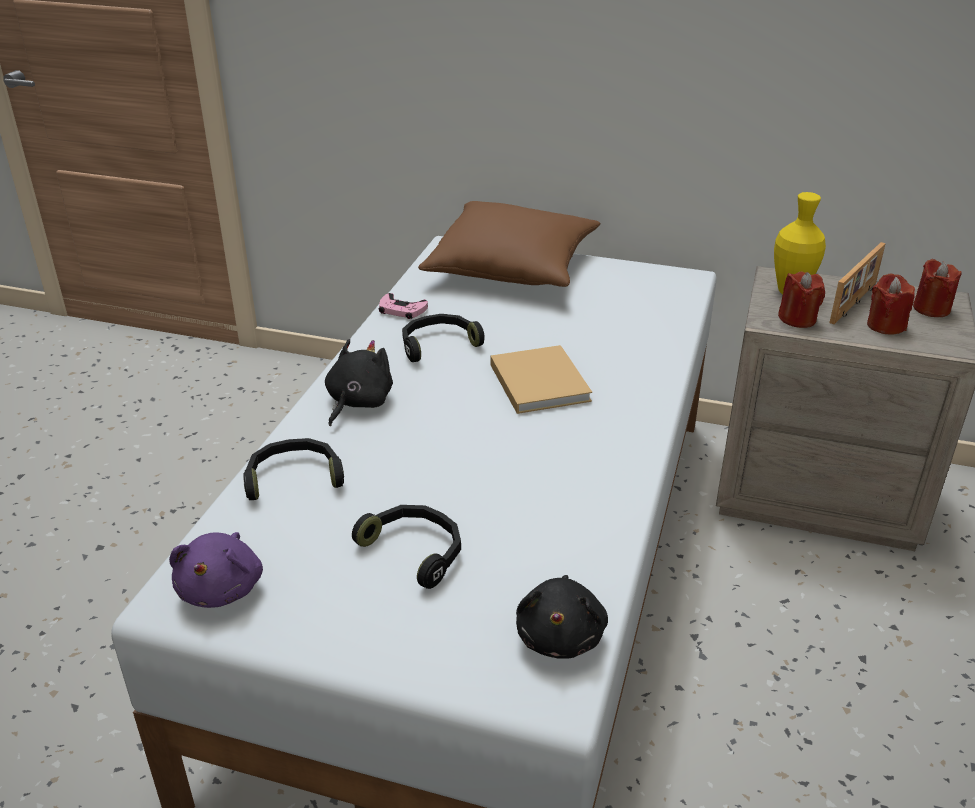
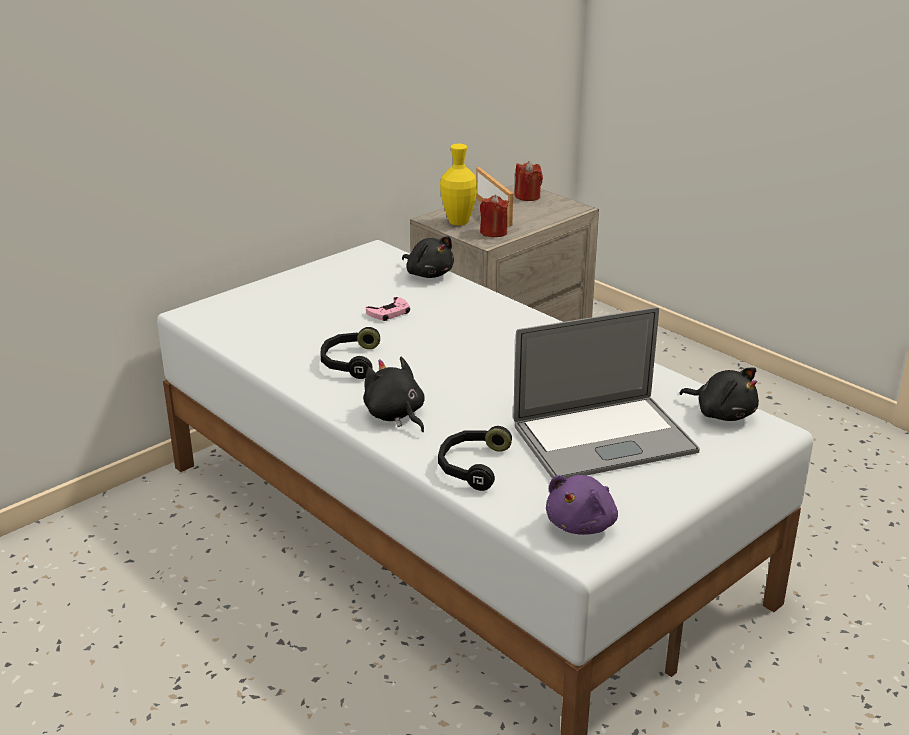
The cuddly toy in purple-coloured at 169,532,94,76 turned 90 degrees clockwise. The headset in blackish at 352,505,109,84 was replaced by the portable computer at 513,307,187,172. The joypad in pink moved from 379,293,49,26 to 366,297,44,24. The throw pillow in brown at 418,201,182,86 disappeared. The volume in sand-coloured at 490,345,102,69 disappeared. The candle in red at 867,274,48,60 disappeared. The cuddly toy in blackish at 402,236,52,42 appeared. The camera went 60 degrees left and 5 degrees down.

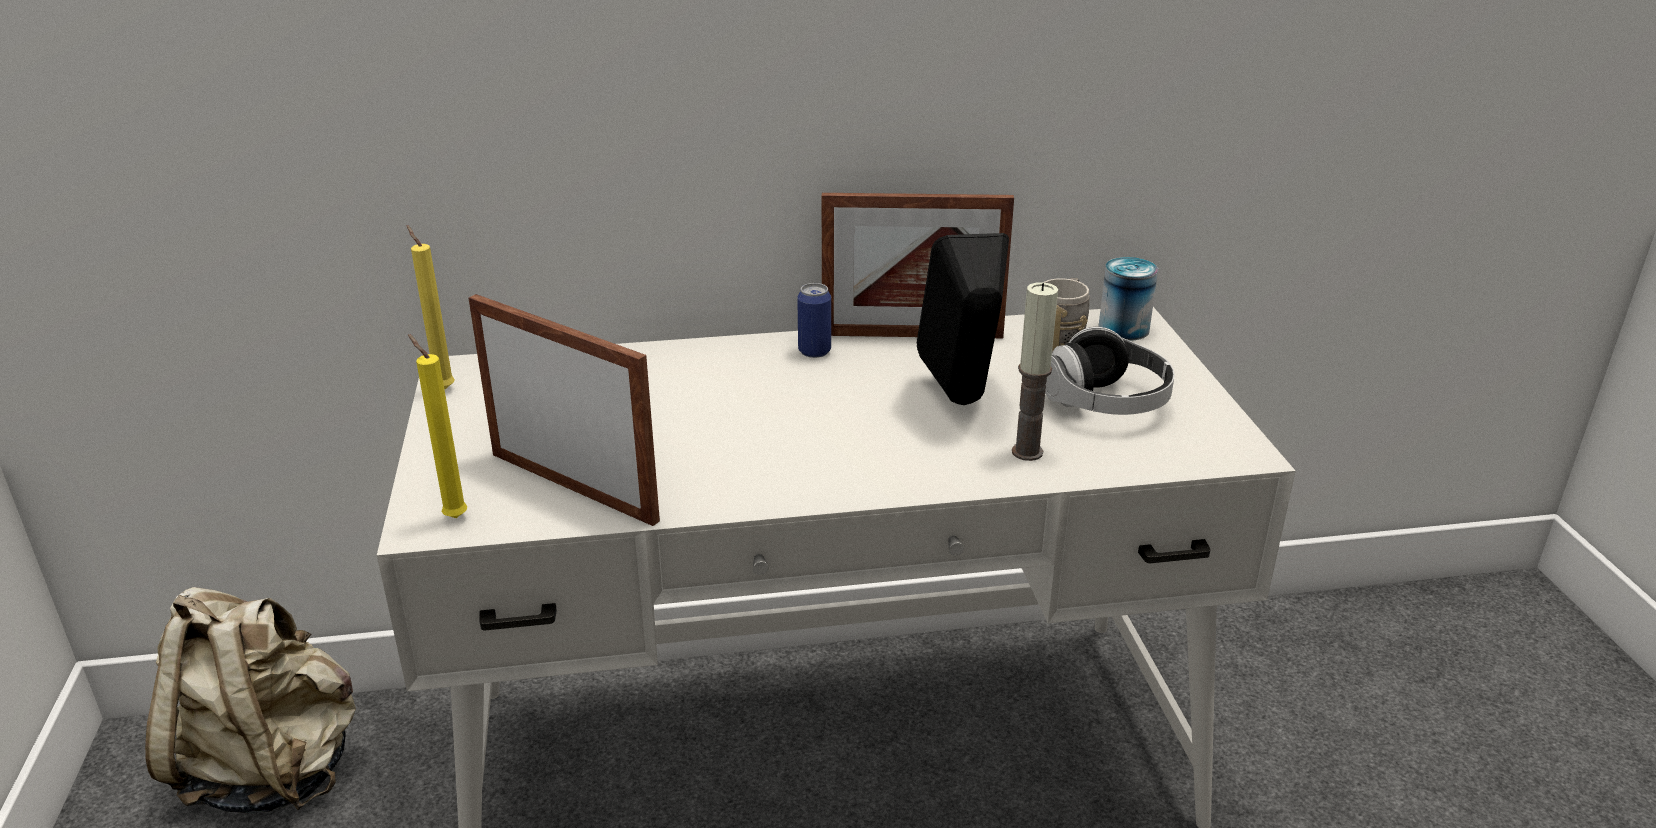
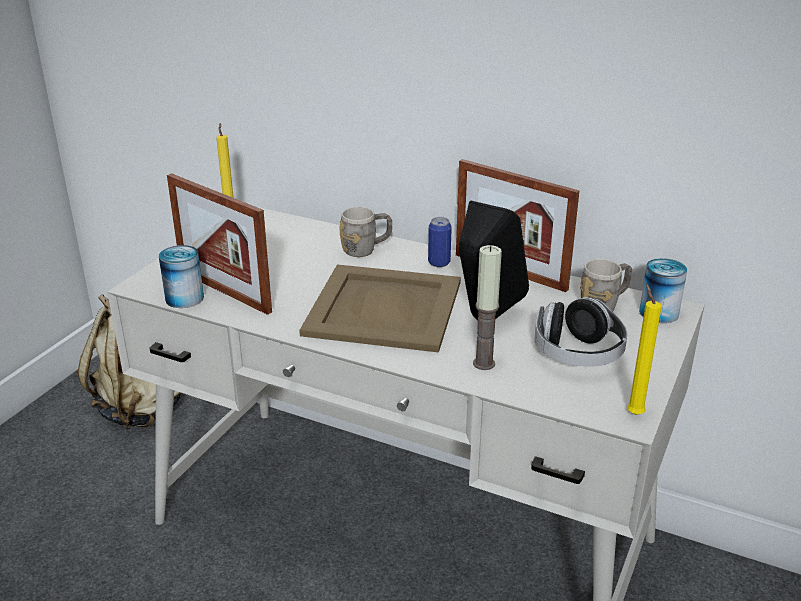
The candle in yellowish moved from 408,334,59,184 to 627,284,35,131. The photo frame at 468,294,192,232 turned 150 degrees clockwise. The metal can at 159,245,45,63 appeared. The carrying tray in sand-coloured at 299,264,162,89 appeared. The coffee mug in gray at 340,207,52,50 appeared. The camera went 35 degrees right and 0 degrees up.

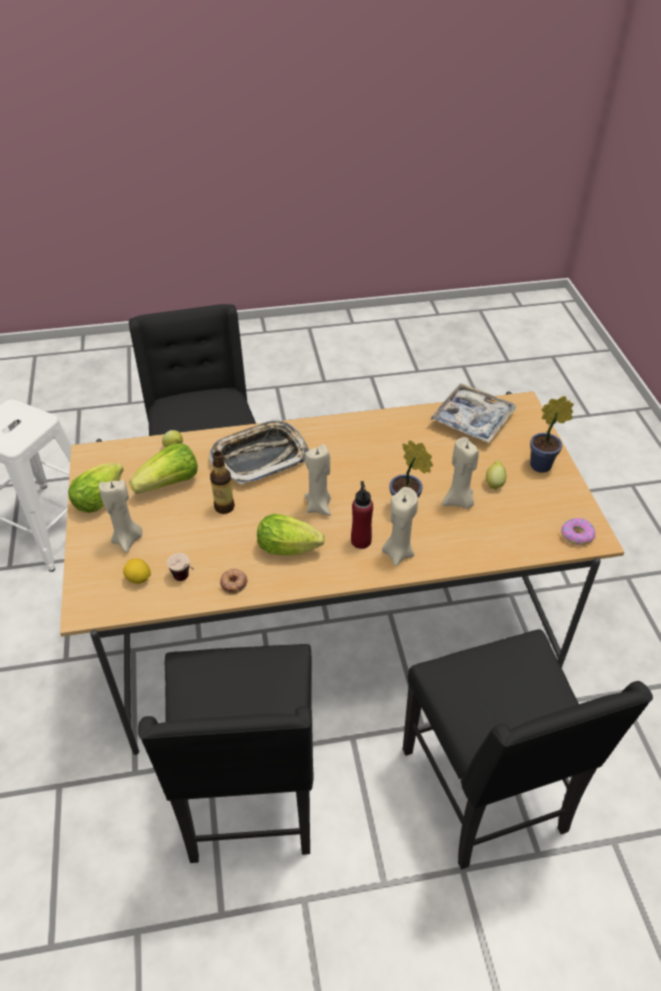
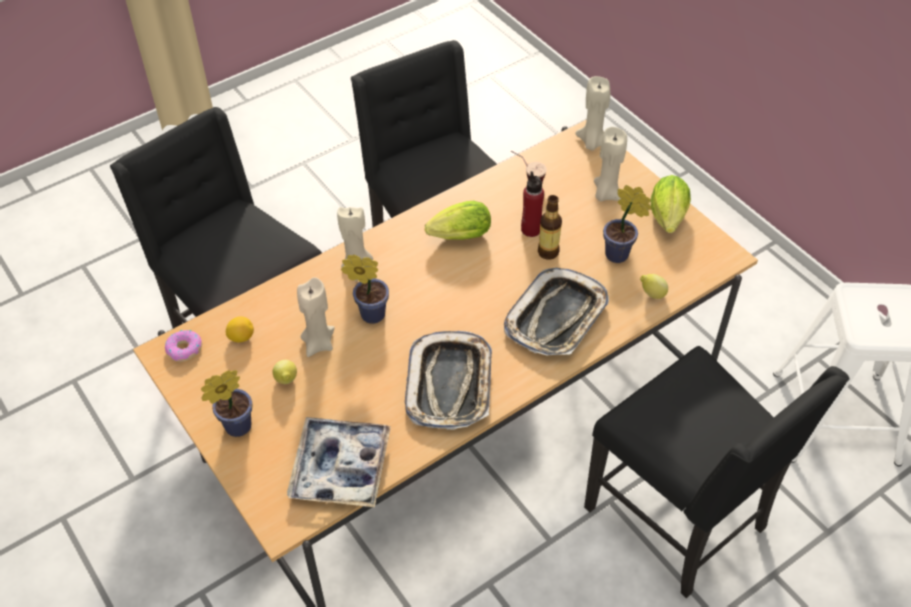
The whole lemon moved from 123,558,28,26 to 226,316,28,26. The head of lettuce at 129,443,69,51 was replaced by the plant in a pot at 603,185,48,78. The donut at 220,569,28,25 disappeared. The candle in sand-coloured moved from 304,444,27,72 to 575,76,35,74. The beverage bottle in red moved from 351,481,22,68 to 521,171,23,66. The carrying tray at 405,331,87,99 appeared. The camera went 155 degrees right and 5 degrees up.

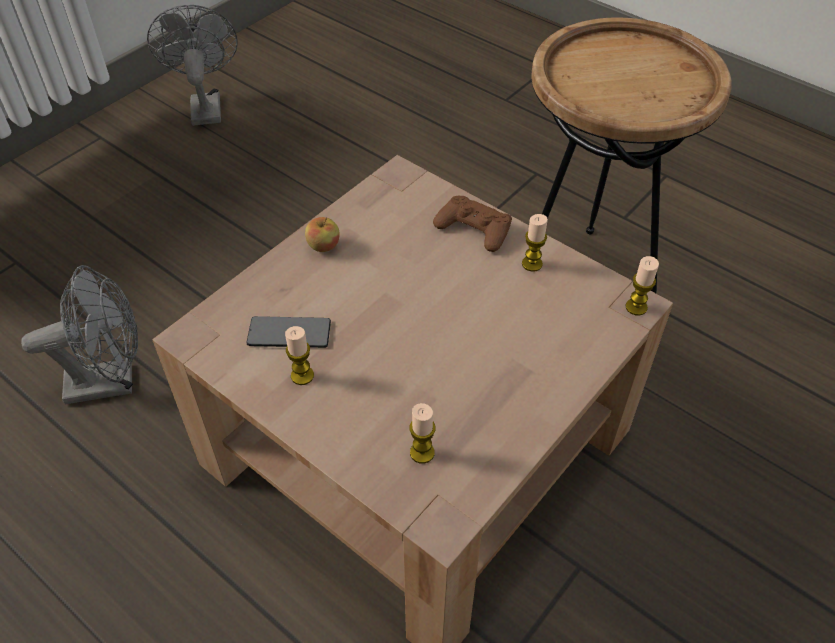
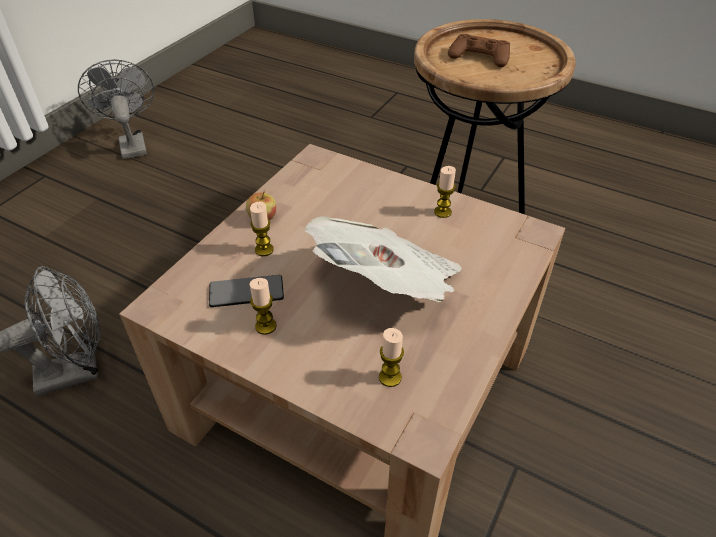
The joypad in brown moved from 433,196,79,56 to 448,34,62,33. The candle moved from 625,256,34,60 to 250,201,24,55. The newspaper at 305,216,157,86 appeared. The camera went 10 degrees left and 5 degrees down.

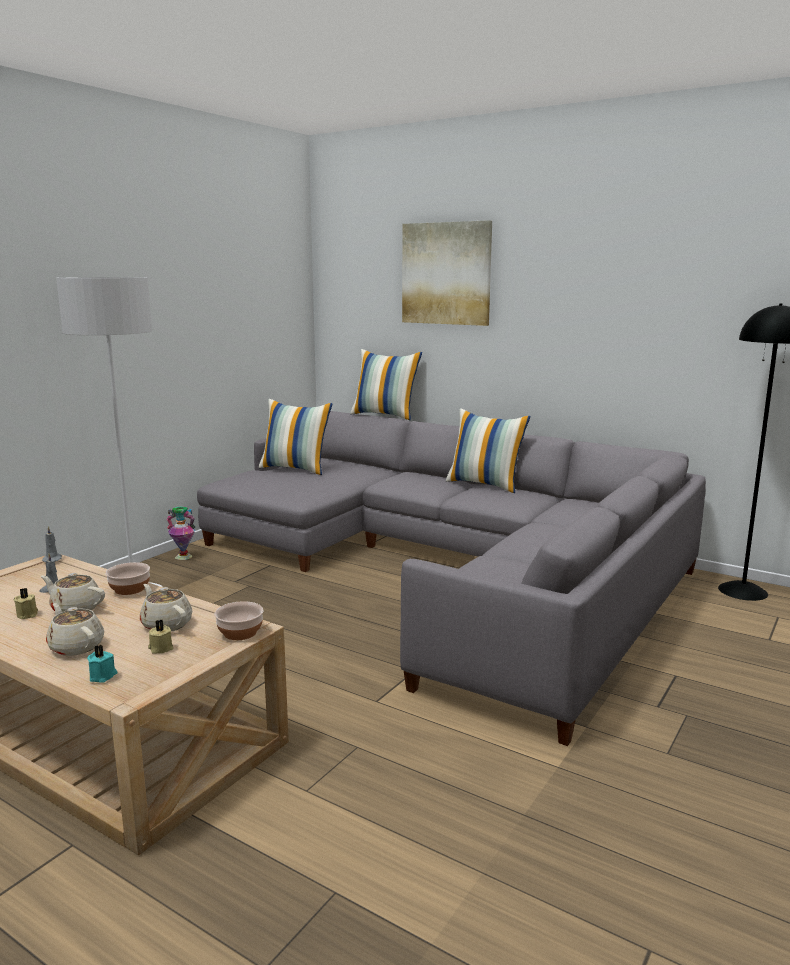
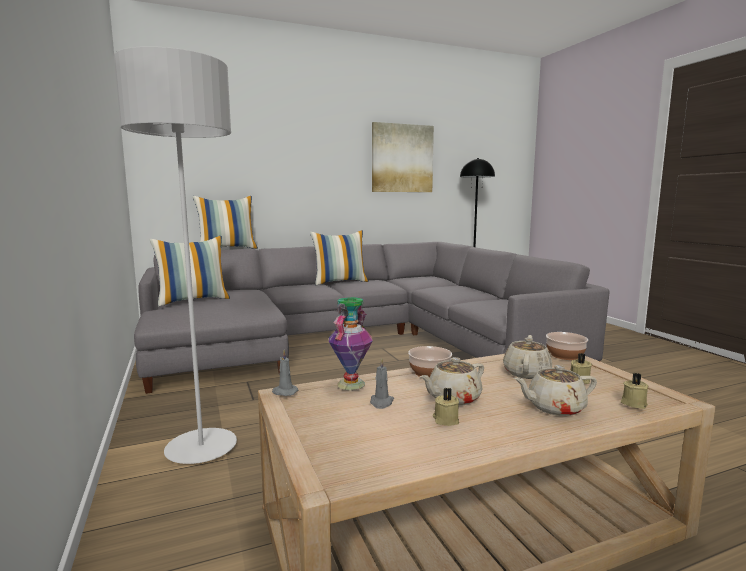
The candle in turquoise at 87,645,30,38 became the candle in sand-coloured at 621,373,27,36. The pot for tea in sand-coloured at 140,584,52,47 turned 120 degrees clockwise. The vase moved from 166,506,29,54 to 329,297,44,93. The wall picture moved from 402,220,90,106 to 372,122,62,70. The camera went 55 degrees left and 5 degrees down.

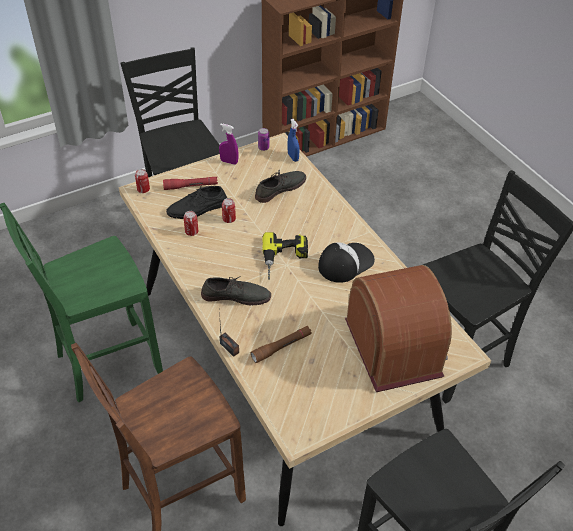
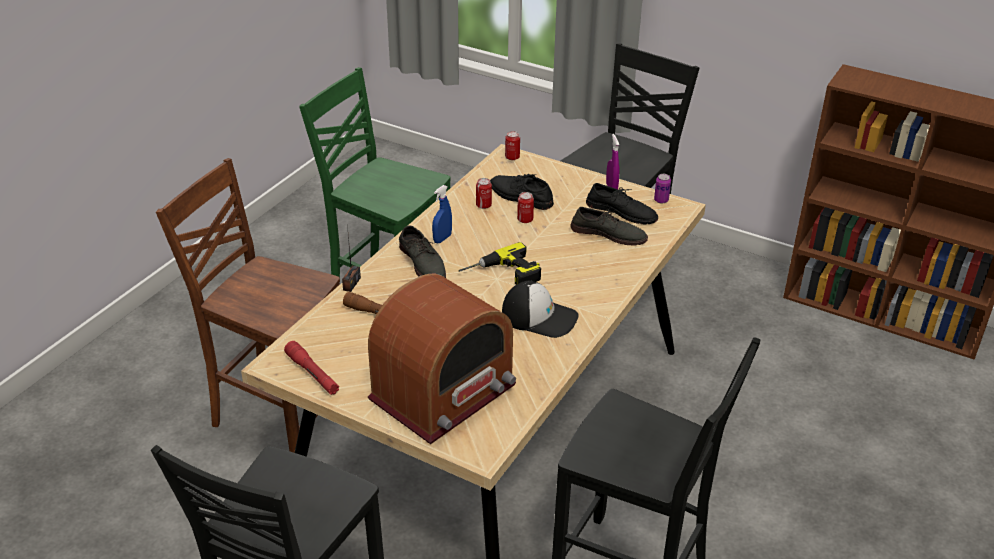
The flashlight in red moved from 163,177,55,13 to 284,341,55,54. The sprayer in bluish moved from 288,119,12,43 to 432,185,20,58. The low shoe in blackish at 586,183,72,41 appeared. The camera went 60 degrees right and 10 degrees down.

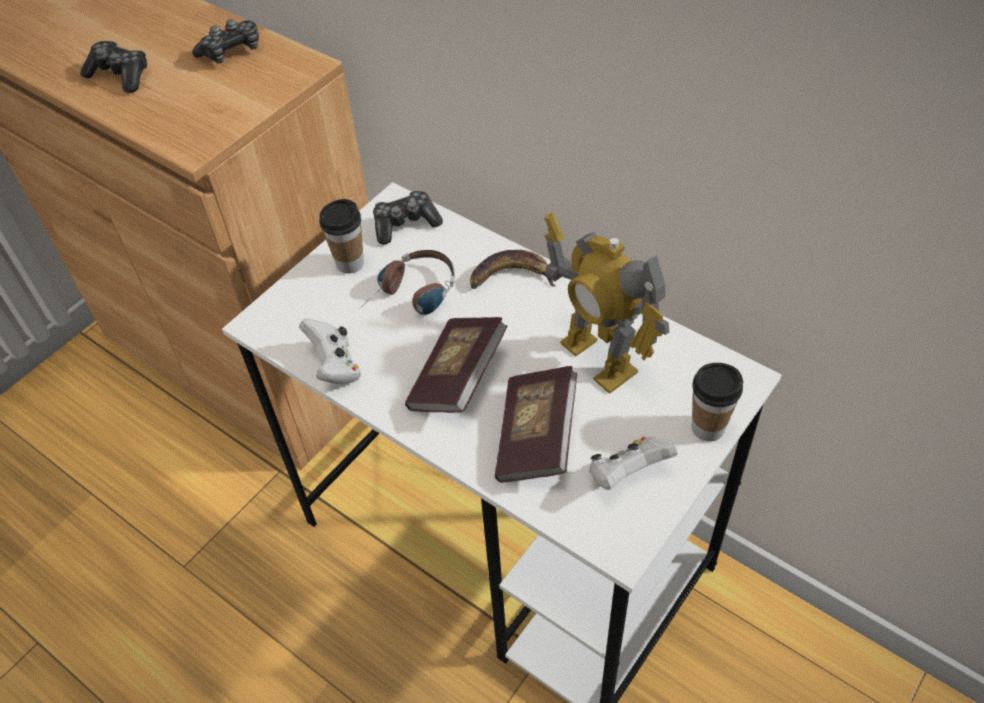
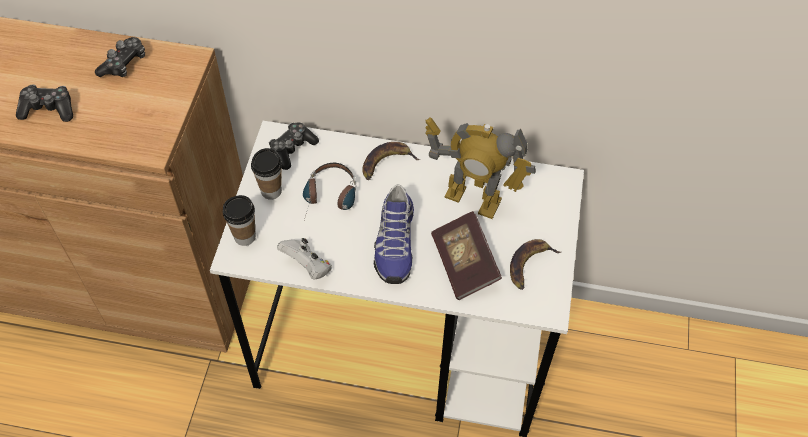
The volume at 405,317,103,96 was replaced by the low shoe at 374,184,40,100. The joypad in whitish at 589,437,89,53 was replaced by the whole banana at 510,239,51,51. The small cup moved from 692,363,51,79 to 223,195,33,51. The camera went 30 degrees left and 5 degrees up.

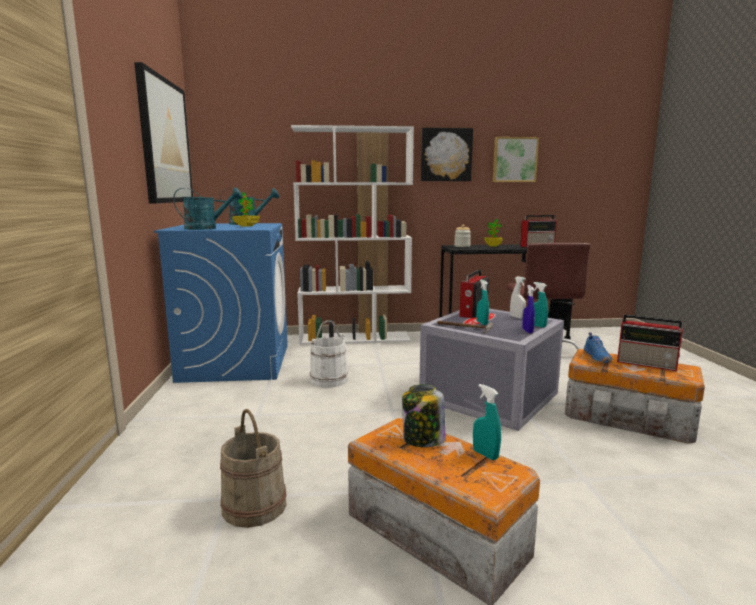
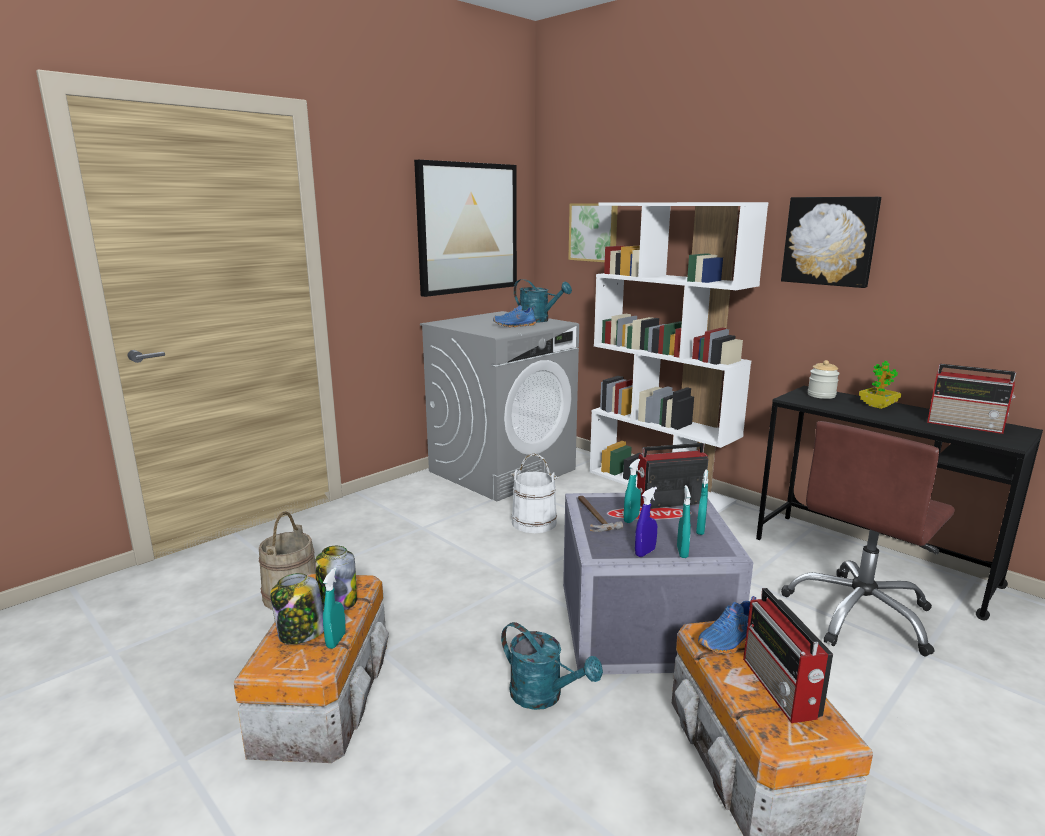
The washing machine in bluish at 154,223,134,160 became the washing machine in gray at 420,311,159,191. The watering pot in turquoise moved from 173,187,70,43 to 501,622,102,88. The plant in a pot at 232,192,28,35 was replaced by the low shoe in bluish at 493,305,43,22. The wall picture moved from 493,137,46,45 to 568,203,50,60. The sprayer in whitish at 510,276,16,43 became the sprayer in turquoise at 696,470,12,65. The preserve jar at 270,573,54,71 appeared. The camera went 50 degrees right and 5 degrees up.

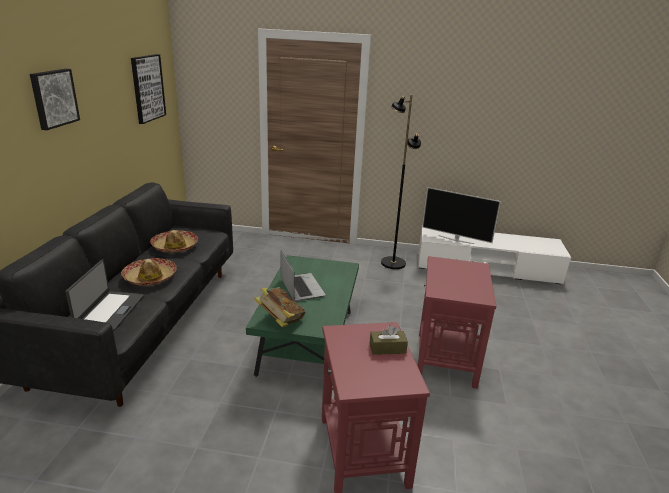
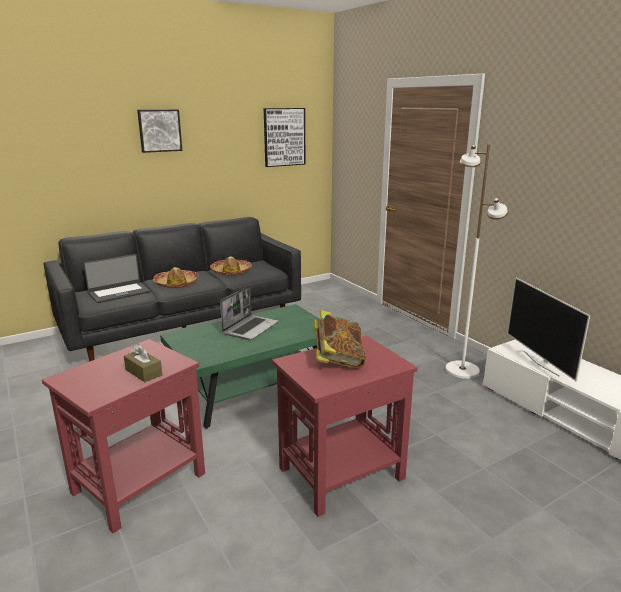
The volume moved from 254,287,52,40 to 313,310,53,59. The standing lamp in blackish at 381,95,40,174 became the standing lamp in whitish at 445,144,63,235. The camera went 50 degrees right and 5 degrees down.

